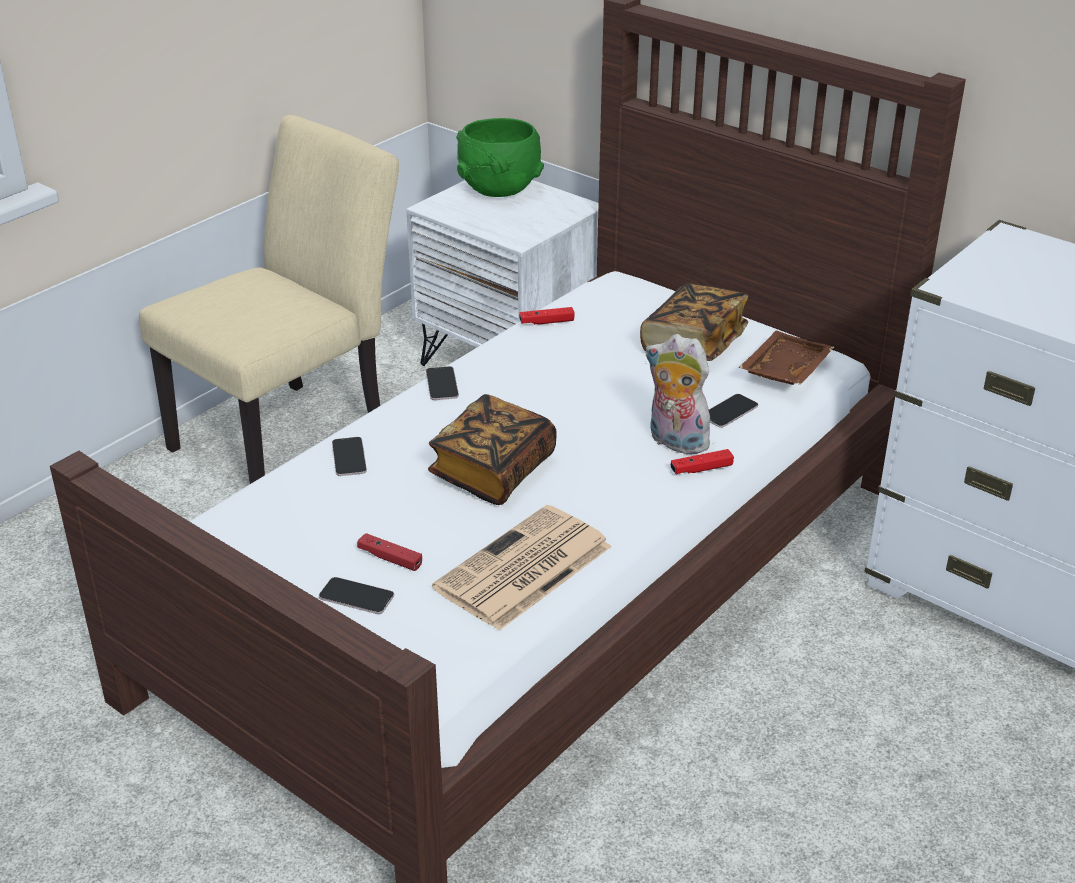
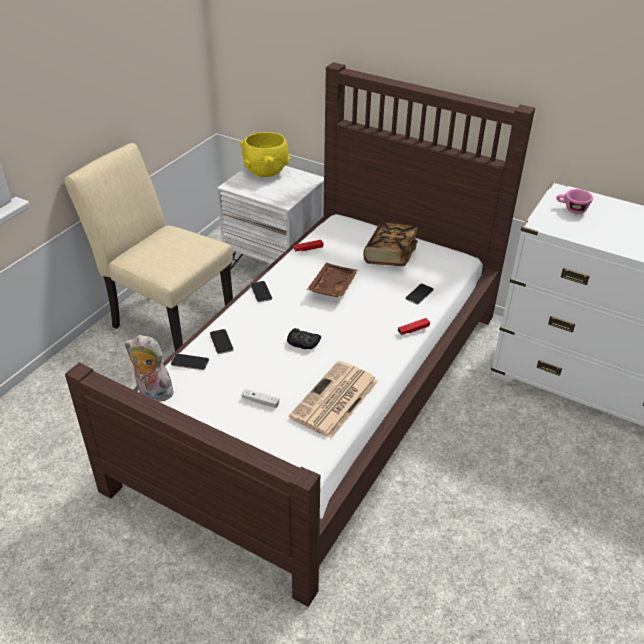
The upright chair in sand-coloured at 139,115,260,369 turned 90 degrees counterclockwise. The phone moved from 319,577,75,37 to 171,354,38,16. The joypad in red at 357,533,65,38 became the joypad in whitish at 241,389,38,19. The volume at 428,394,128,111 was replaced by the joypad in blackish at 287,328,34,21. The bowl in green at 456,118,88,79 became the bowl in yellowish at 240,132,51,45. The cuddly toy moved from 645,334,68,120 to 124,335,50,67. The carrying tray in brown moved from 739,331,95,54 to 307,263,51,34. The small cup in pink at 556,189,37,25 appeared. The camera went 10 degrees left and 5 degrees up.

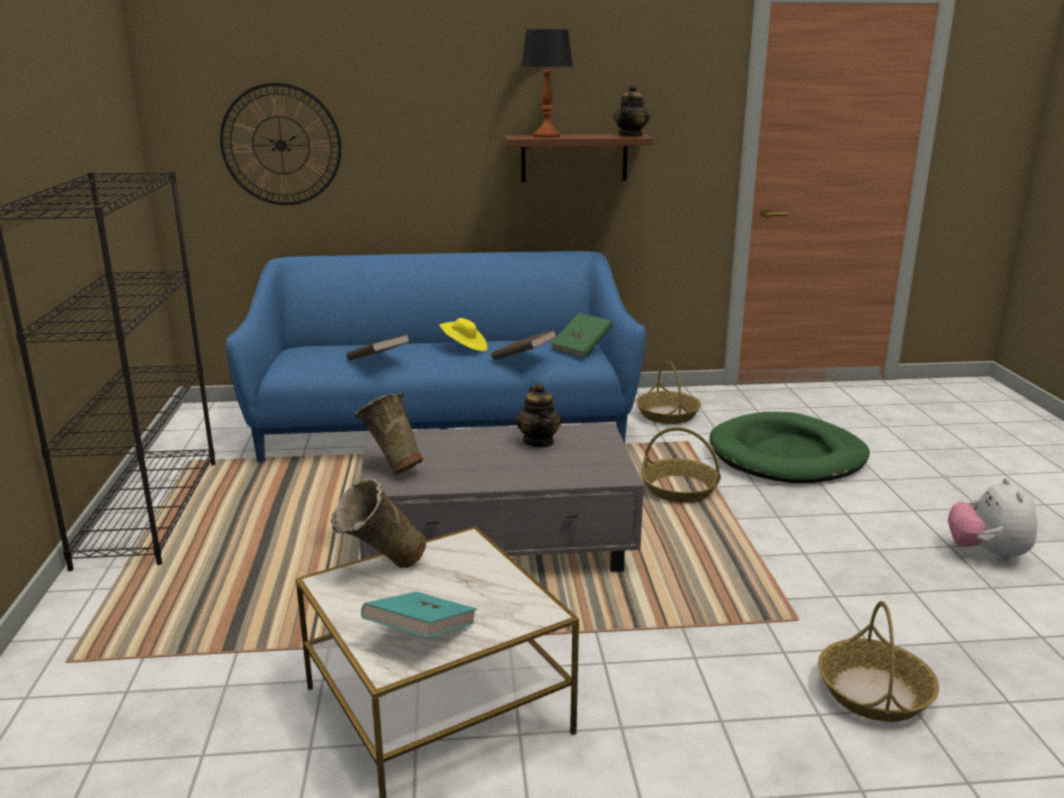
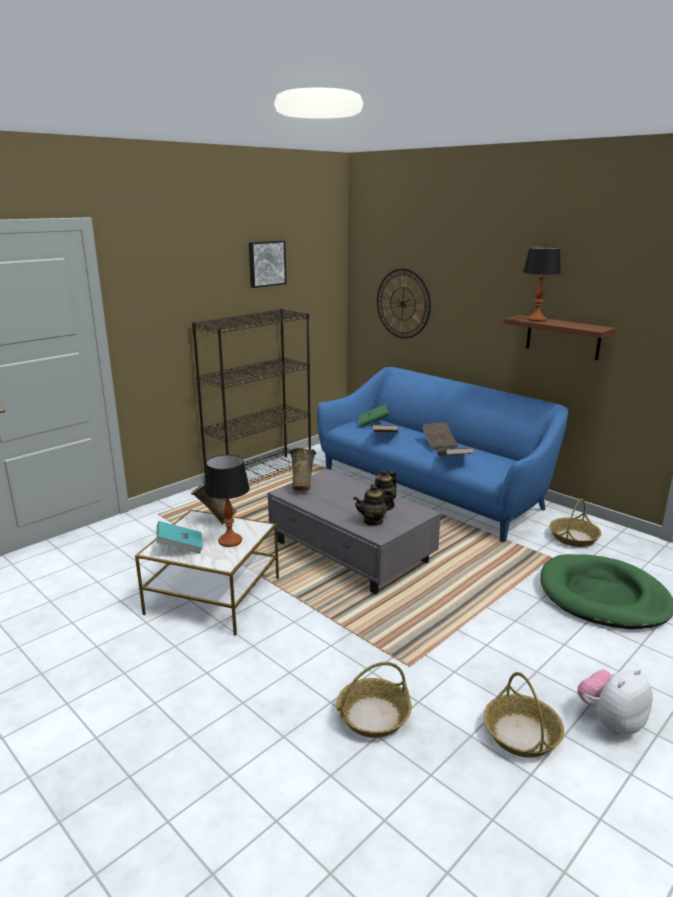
The hat in yellowish at 439,318,49,33 was replaced by the volume in brown at 422,422,35,28. The volume in green moved from 551,313,62,45 to 358,404,31,23. The pot for tea moved from 613,84,37,53 to 353,484,42,42. The storage basket moved from 641,427,80,75 to 484,672,80,86. The table lamp at 204,455,46,92 appeared. The wall picture at 249,240,38,48 appeared. The camera went 50 degrees right and 0 degrees up.

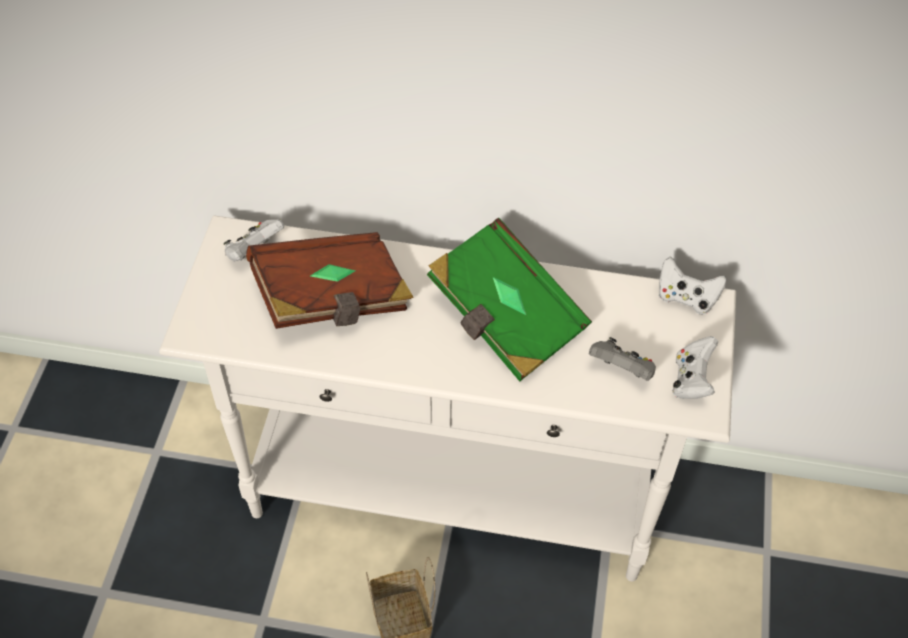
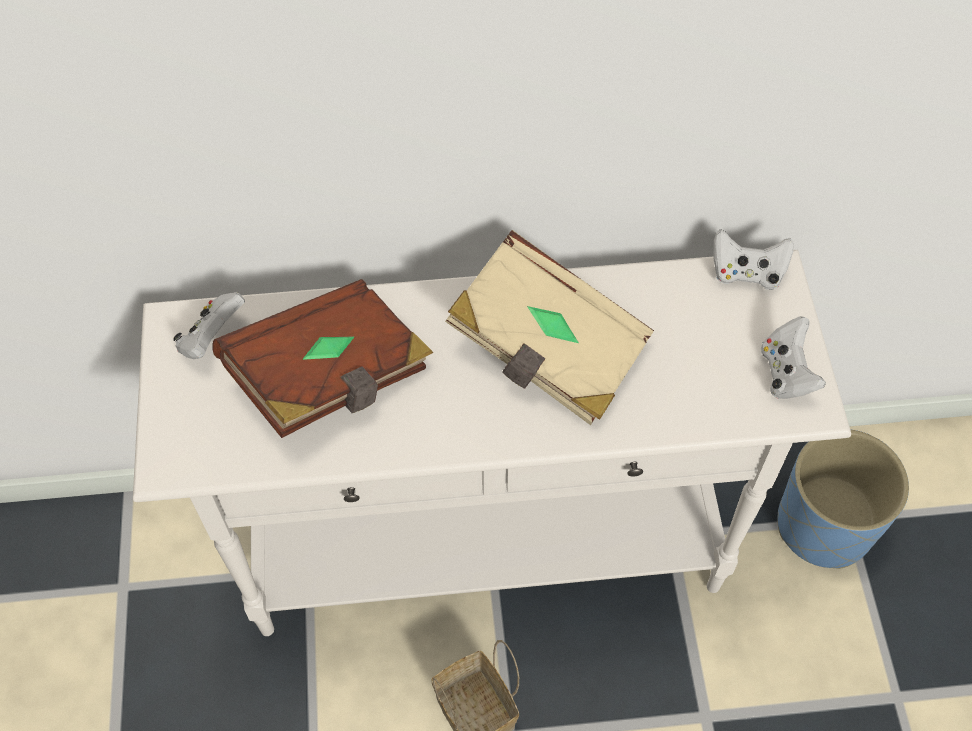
The volume in green at 427,218,165,163 became the volume in sand-coloured at 445,230,209,195. The joypad in gray at 589,337,67,44 disappeared. The planter in bluish at 778,429,131,140 appeared. The camera went 15 degrees left and 5 degrees up.

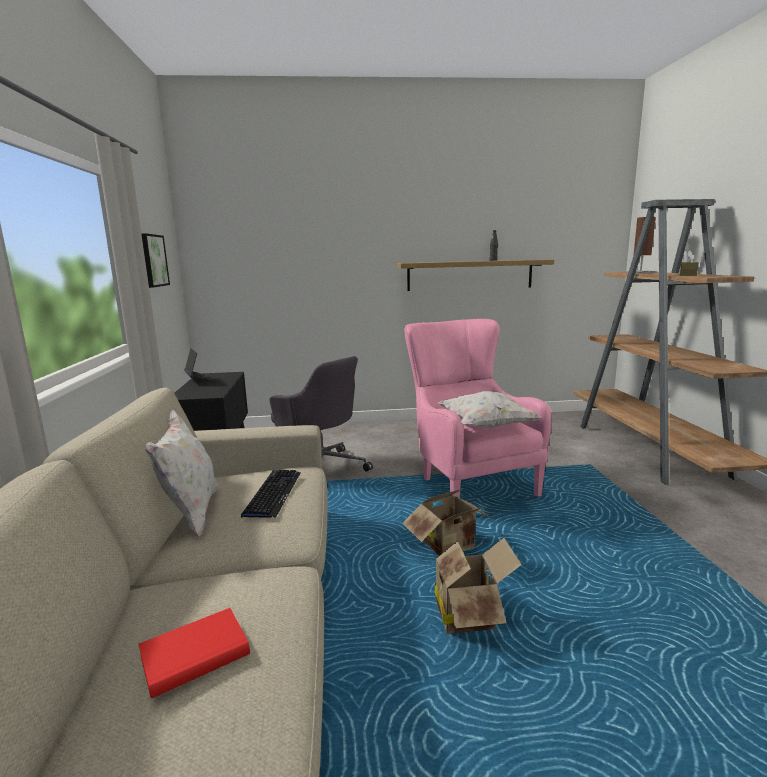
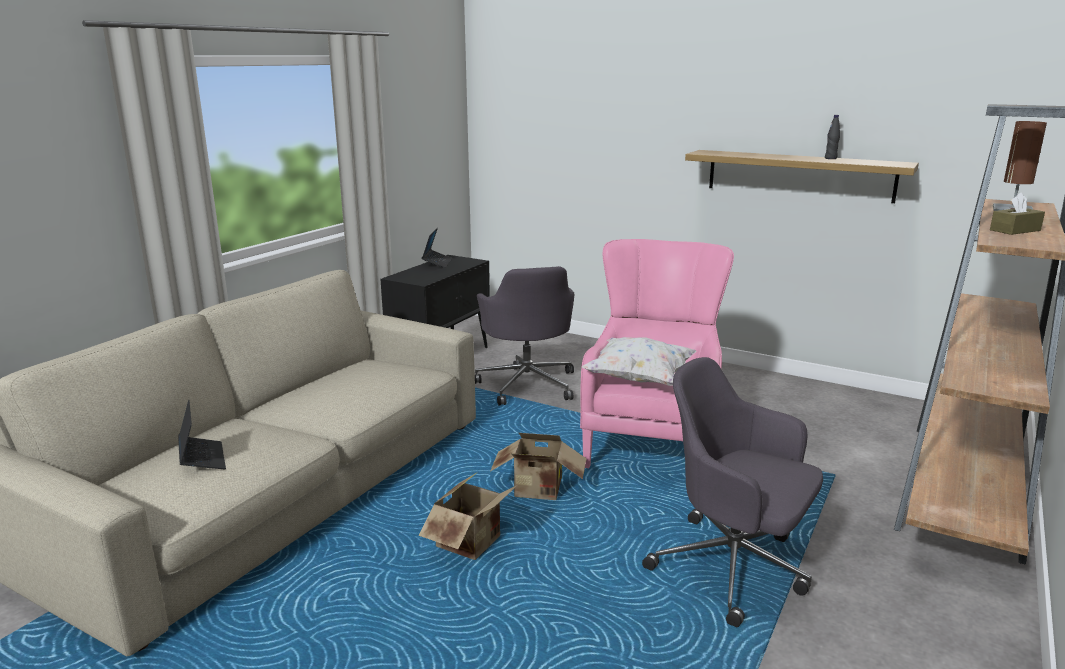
The volume in red at 139,608,111,90 was replaced by the portable computer at 178,400,48,69. The wall picture at 141,233,29,55 disappeared. The throw pillow in whitish at 145,409,74,127 disappeared. The computer keyboard at 241,470,59,48 disappeared. The desk chair in gray at 642,357,181,270 appeared. The camera went 35 degrees right and 5 degrees up.

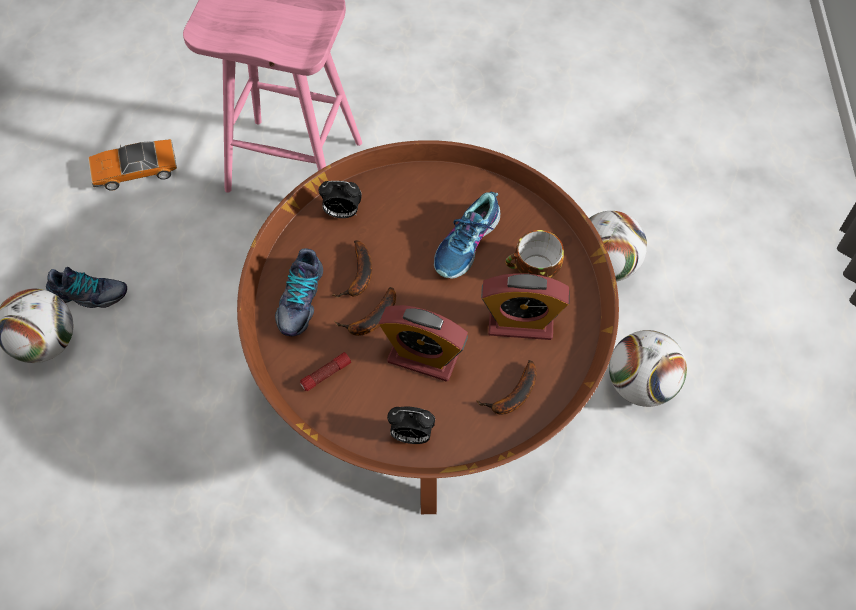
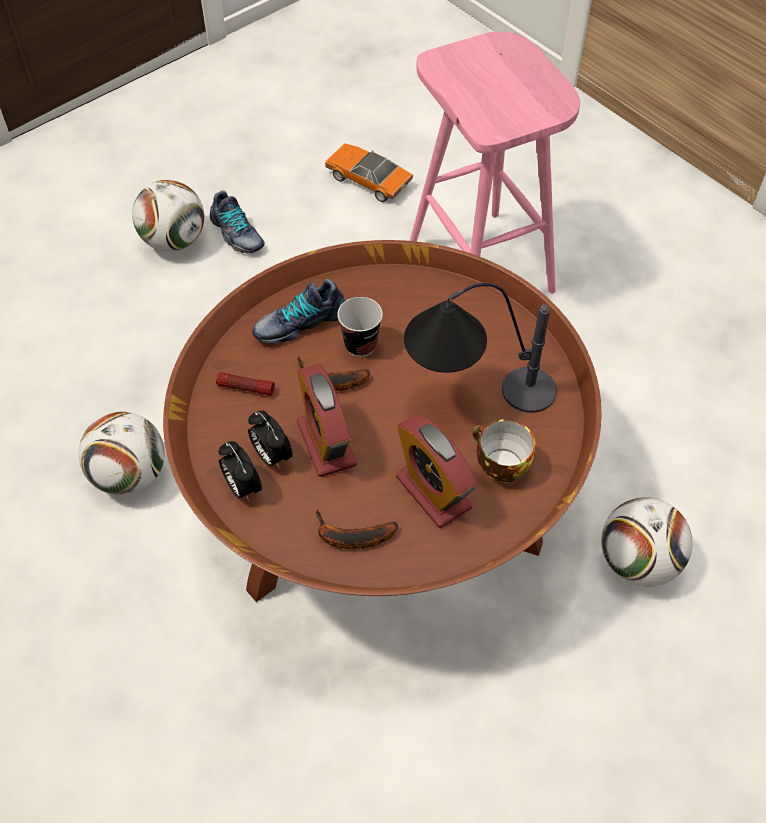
The table clock moved from 319,181,43,37 to 248,410,45,59. The whole banana at 333,240,39,58 was replaced by the small cup at 338,297,45,60. The low shoe at 434,192,66,87 was replaced by the table lamp at 404,283,153,130. The ball for football moved from 609,330,78,77 to 78,412,87,83. The camera went 50 degrees right and 5 degrees down.

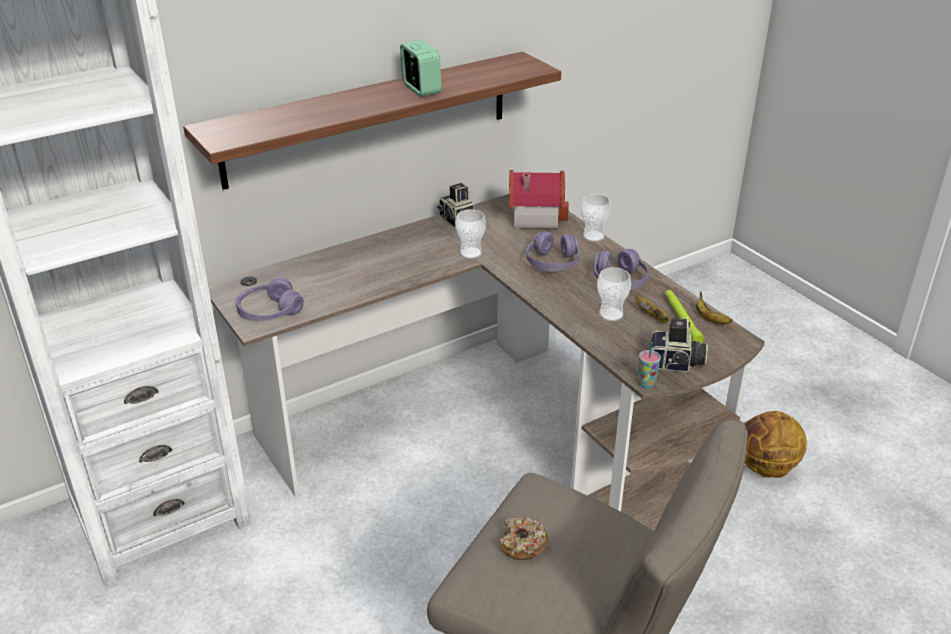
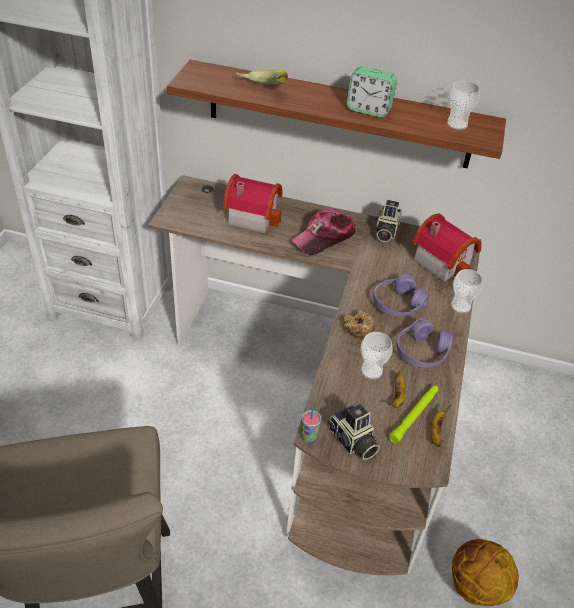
The headset in purple-coloured at 236,278,68,43 disappeared. The table clock at 400,40,42,57 turned 90 degrees clockwise. The small cup moved from 455,210,31,49 to 447,81,33,49. The donut moved from 500,516,49,44 to 343,310,32,28. The miniature house at 223,174,60,59 appeared. The whole banana at 235,70,53,15 appeared. The cap at 291,208,65,47 appeared. The camera went 45 degrees right and 10 degrees up.

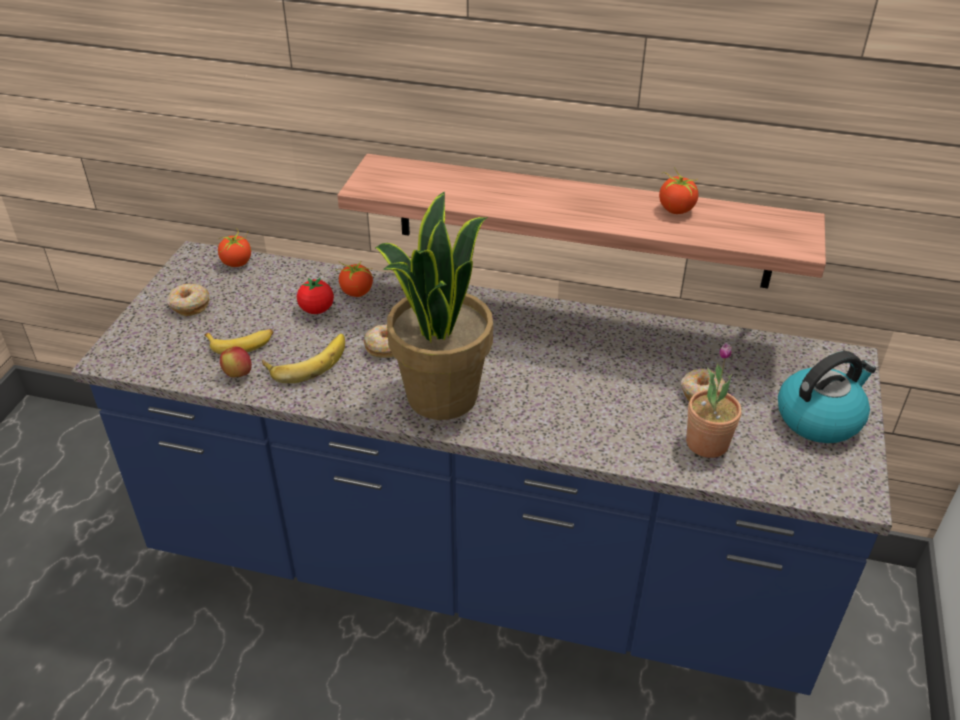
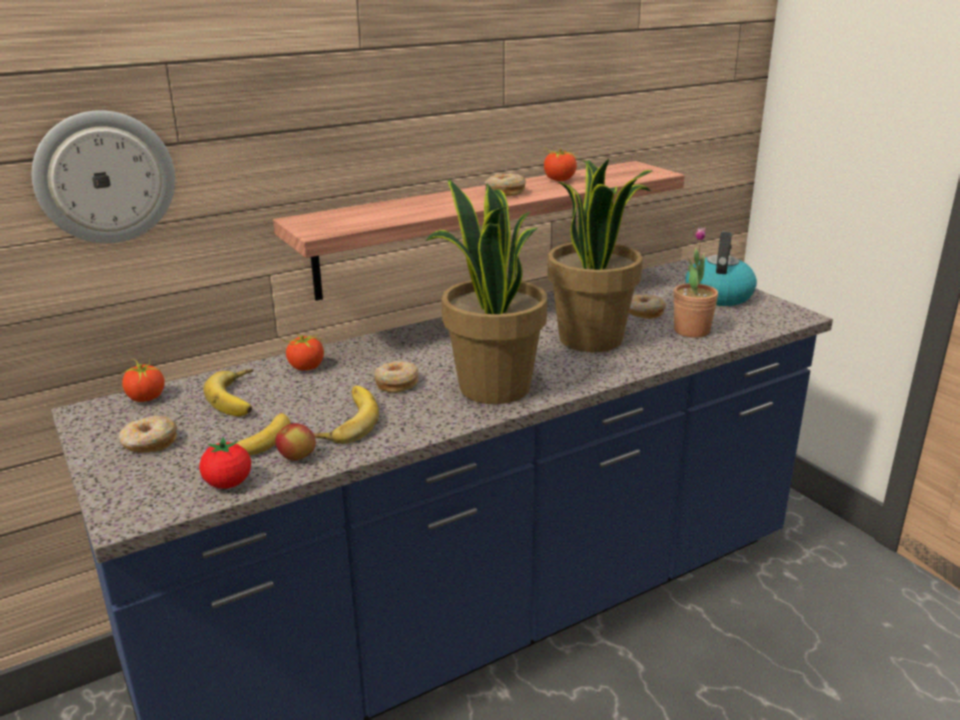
The fresh tomato moved from 297,277,37,37 to 199,437,52,52. The clock on the wall at 32,110,143,133 appeared. The whole banana at 203,369,50,47 appeared. The donut at 485,174,41,22 appeared. The plant in a pot at 547,159,106,193 appeared. The camera went 45 degrees left and 15 degrees down.

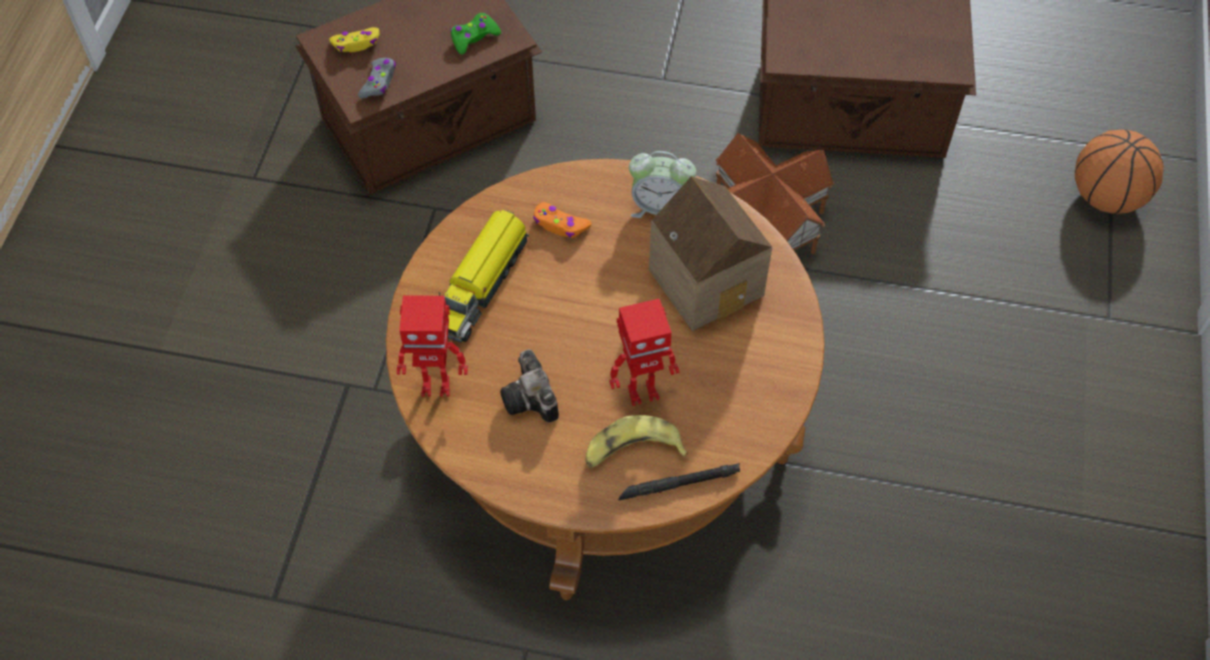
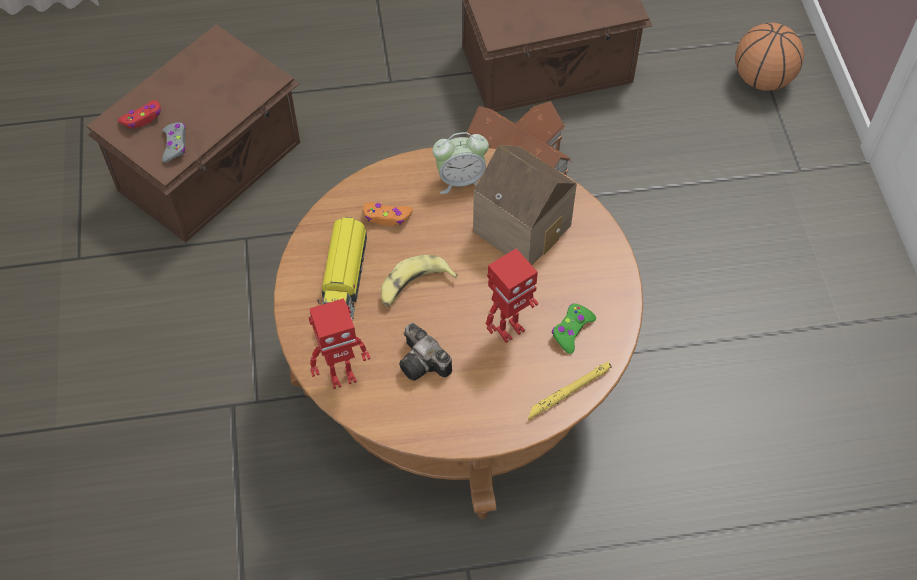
The joypad in yellowish at 329,27,50,25 became the joypad in red at 118,100,43,29. The joypad in green moved from 450,13,51,41 to 552,303,44,51. The whole banana moved from 586,415,102,53 to 381,255,77,53. The flashlight in blackish at 619,463,121,38 became the flashlight in yellowish at 528,361,84,59. The camera went 20 degrees left and 0 degrees up.

